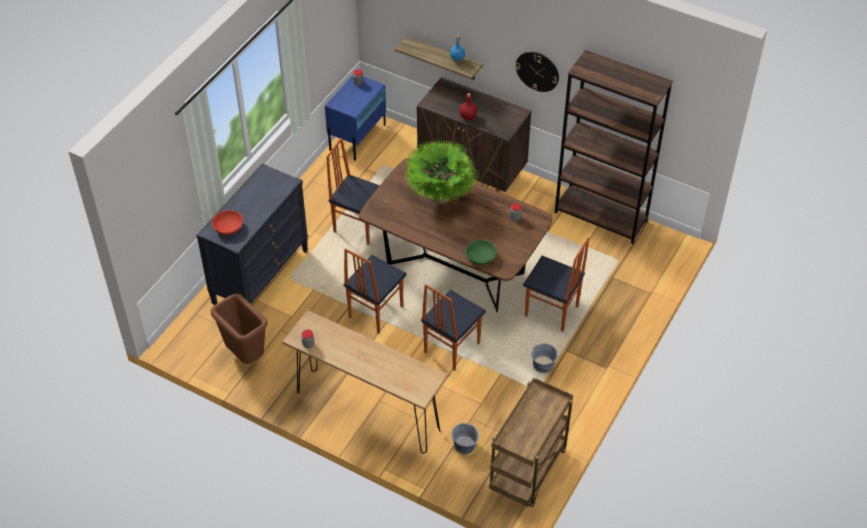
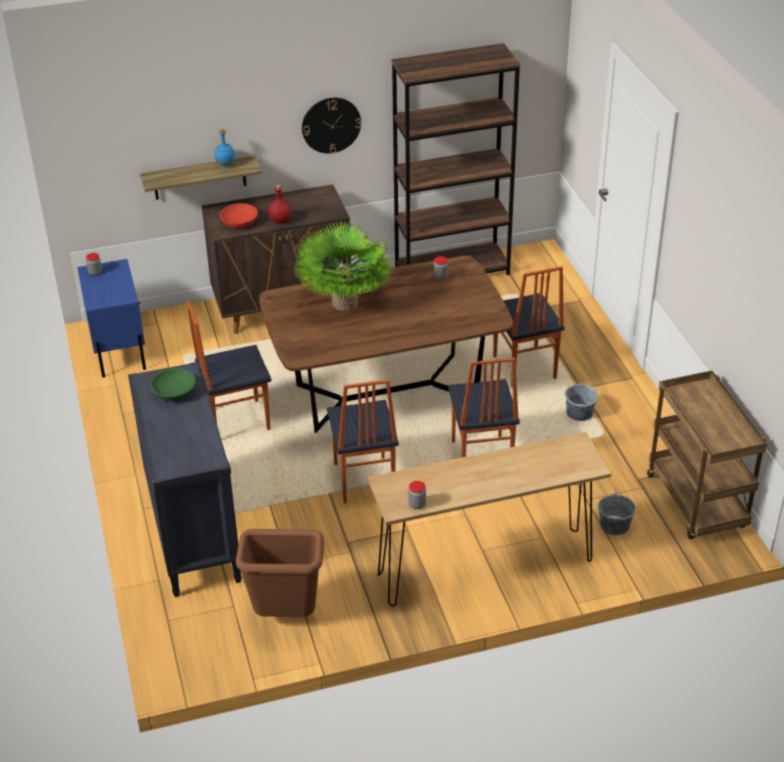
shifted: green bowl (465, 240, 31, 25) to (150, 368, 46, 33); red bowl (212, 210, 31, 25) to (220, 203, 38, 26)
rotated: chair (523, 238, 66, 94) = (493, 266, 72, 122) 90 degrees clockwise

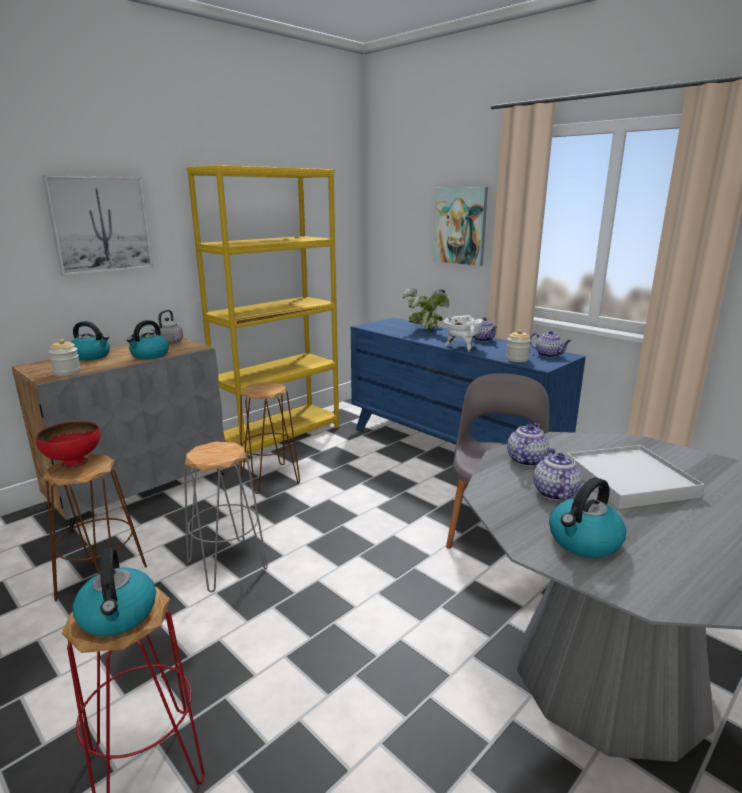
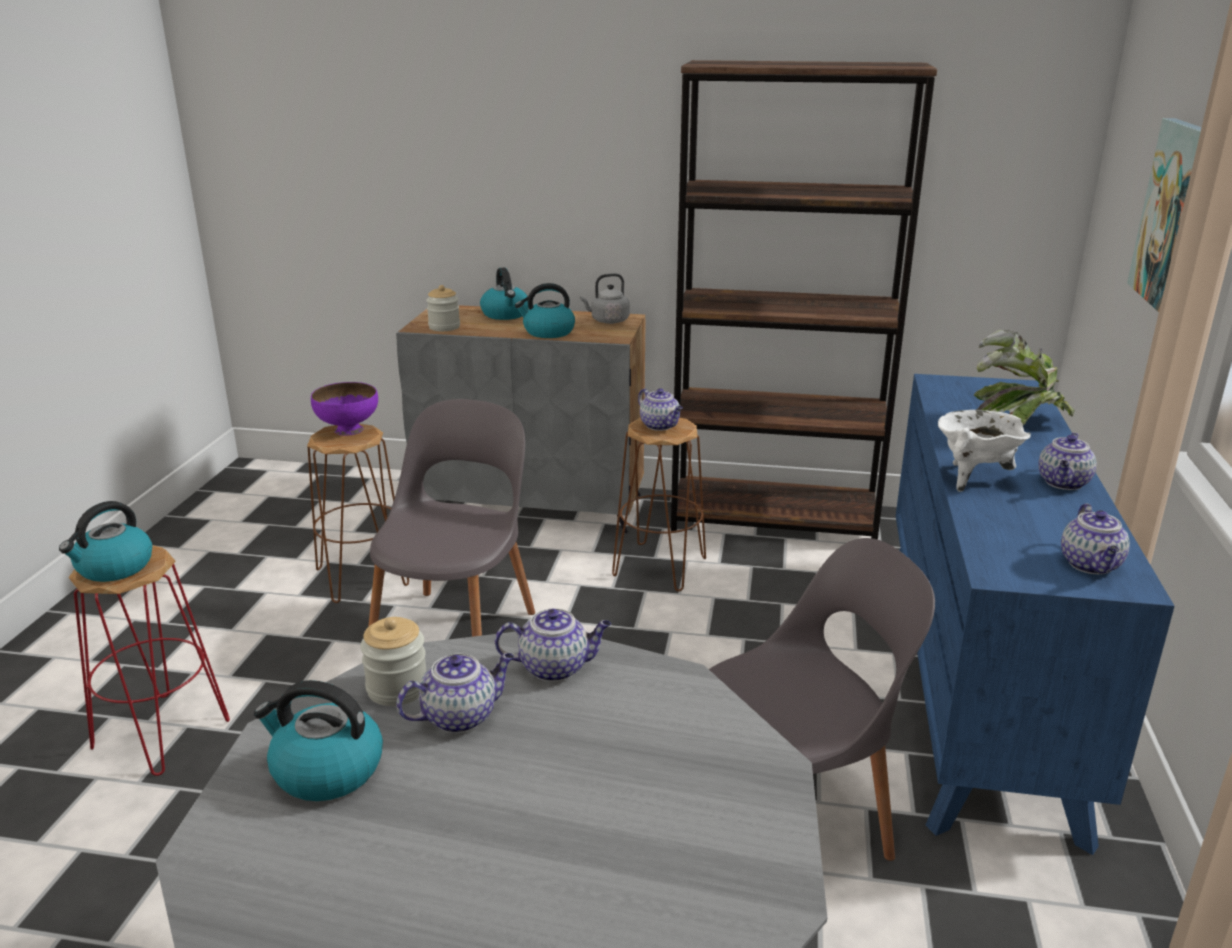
gone: picture (42, 175, 111, 101); white tray (566, 445, 139, 64)
new: teapot (638, 388, 45, 43)
shifted: jar (506, 330, 25, 32) to (360, 617, 66, 89)
swapped: grey stool (184, 441, 84, 151) to grey chair (368, 399, 167, 238)
repainted: red bowl (36, 421, 64, 47) to purple bowl (311, 382, 67, 54); yellow bookcase (186, 165, 153, 297) to brown bookcase (671, 60, 266, 480)

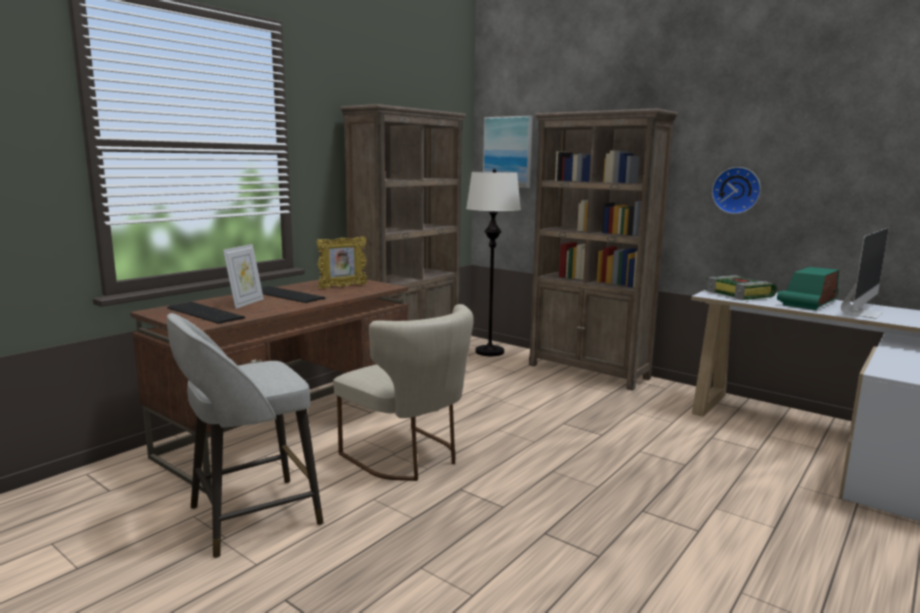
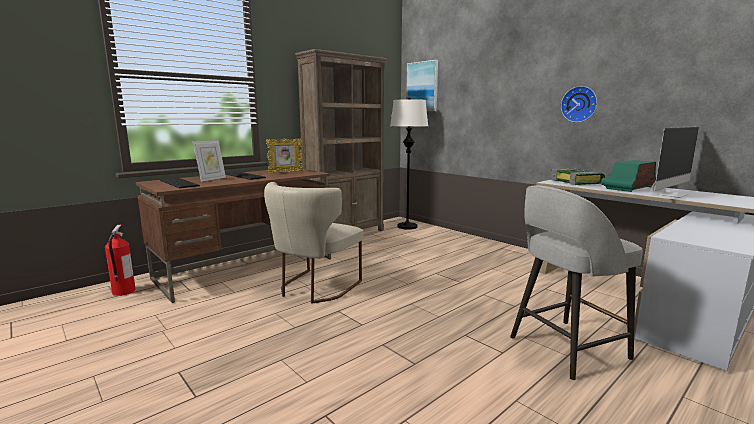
gone: brown bookcase (529, 108, 149, 283)
new: fire extinguisher (105, 225, 31, 71)
shifted: grey stool (167, 313, 156, 245) to (510, 185, 133, 195)
rotated: beige chair (333, 304, 141, 177) = (264, 182, 99, 122) 60 degrees clockwise

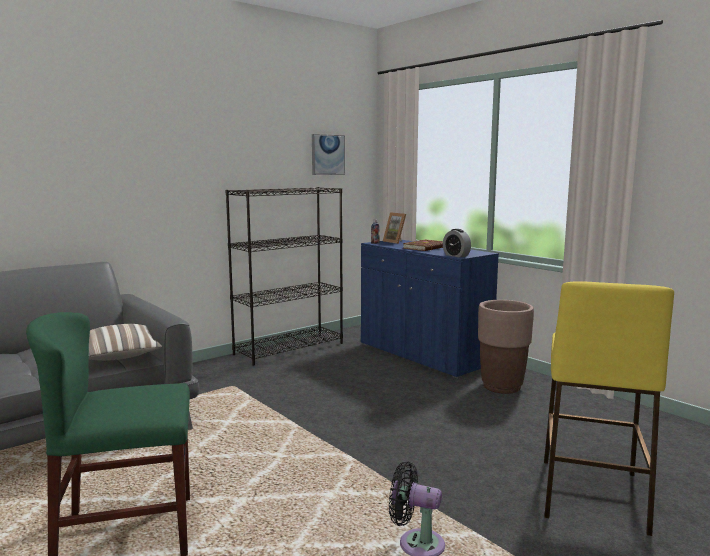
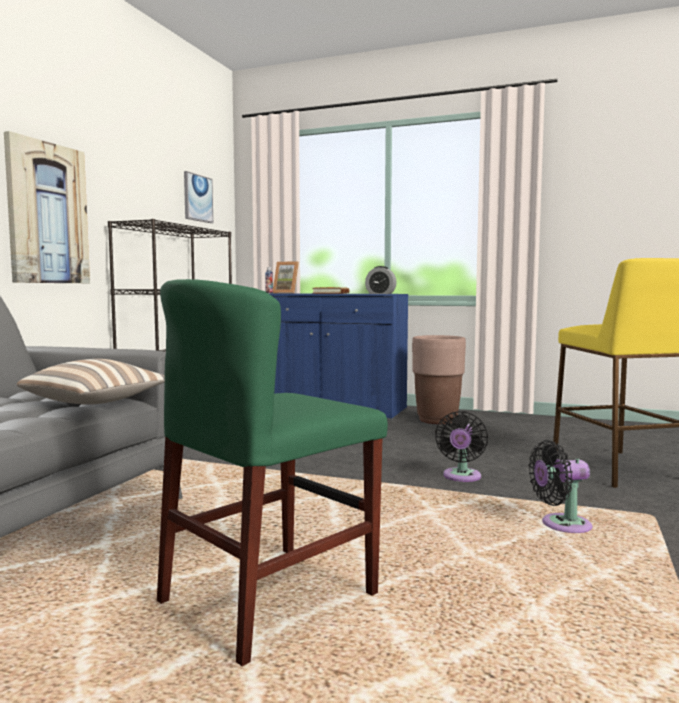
new: picture (4, 131, 86, 152); black fan (435, 411, 53, 71)

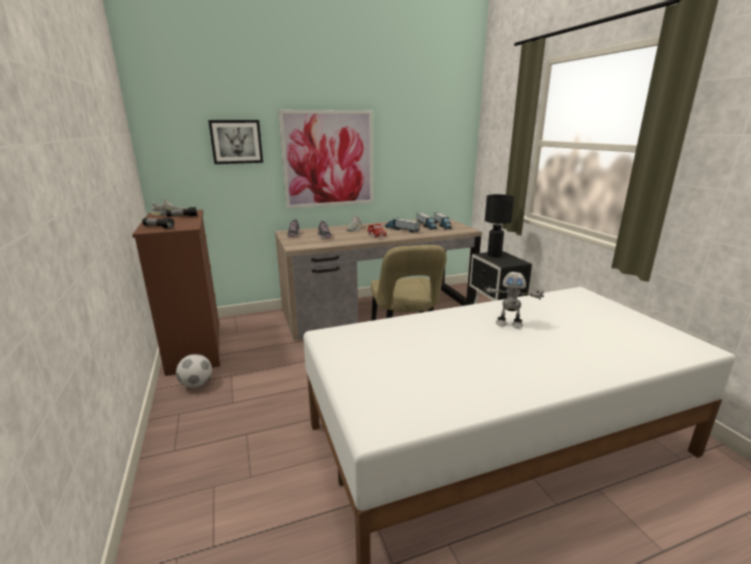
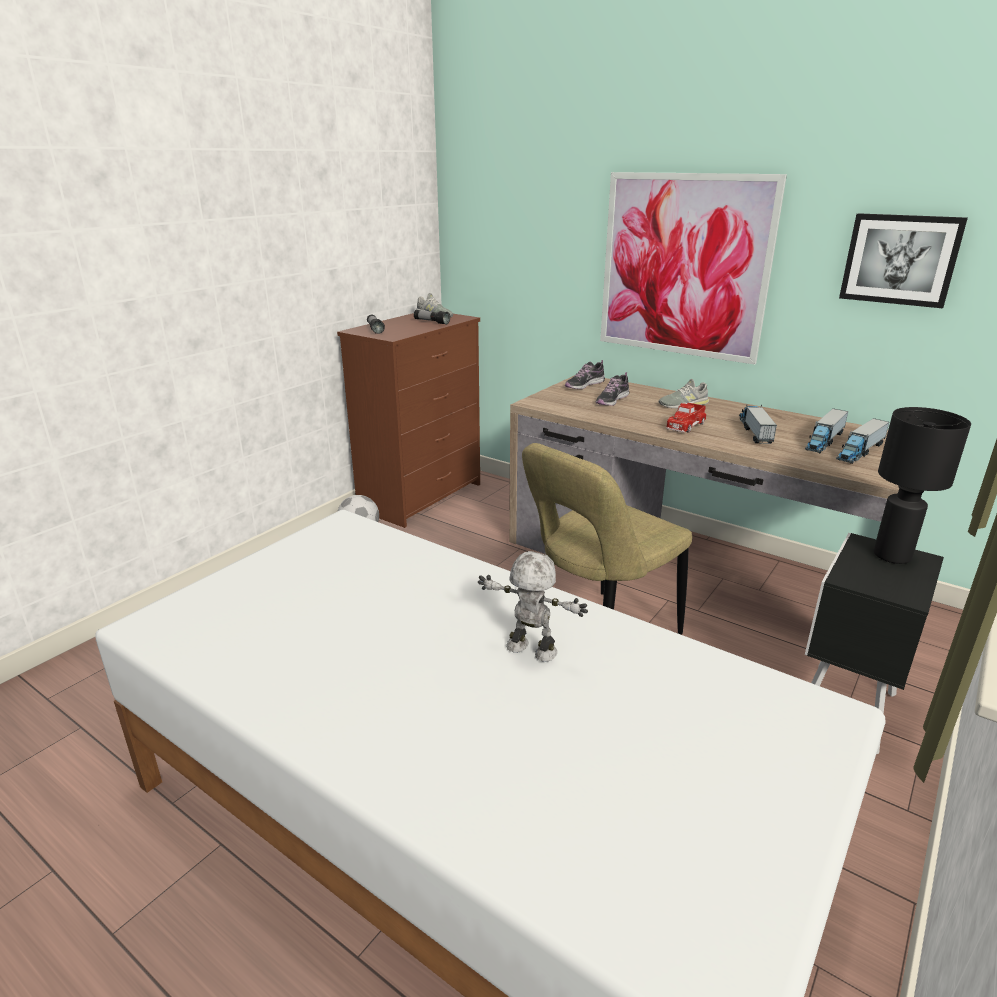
shifted: picture (208, 120, 55, 44) to (839, 213, 129, 95)
rotated: toy robot (483, 272, 61, 56) = (478, 551, 110, 111) 135 degrees clockwise

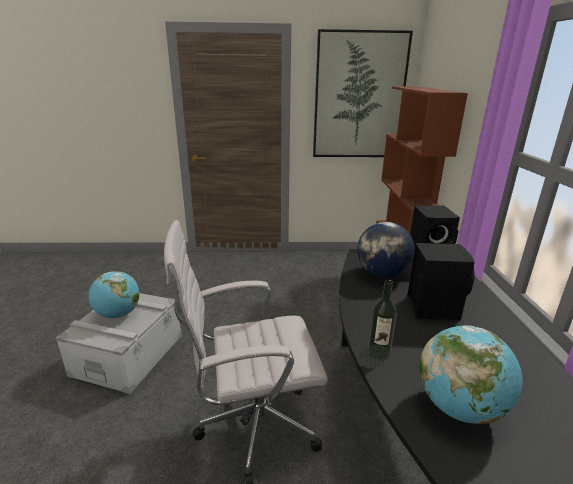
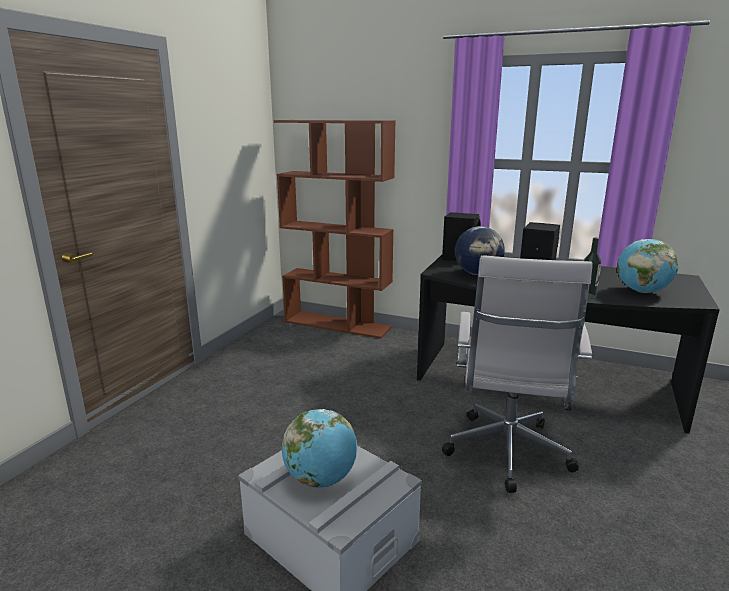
gone: picture (313, 29, 100, 128)

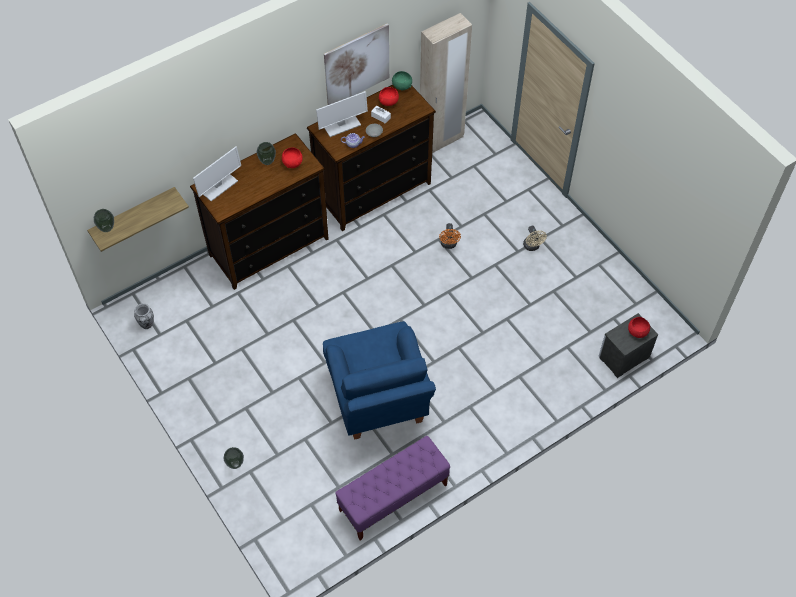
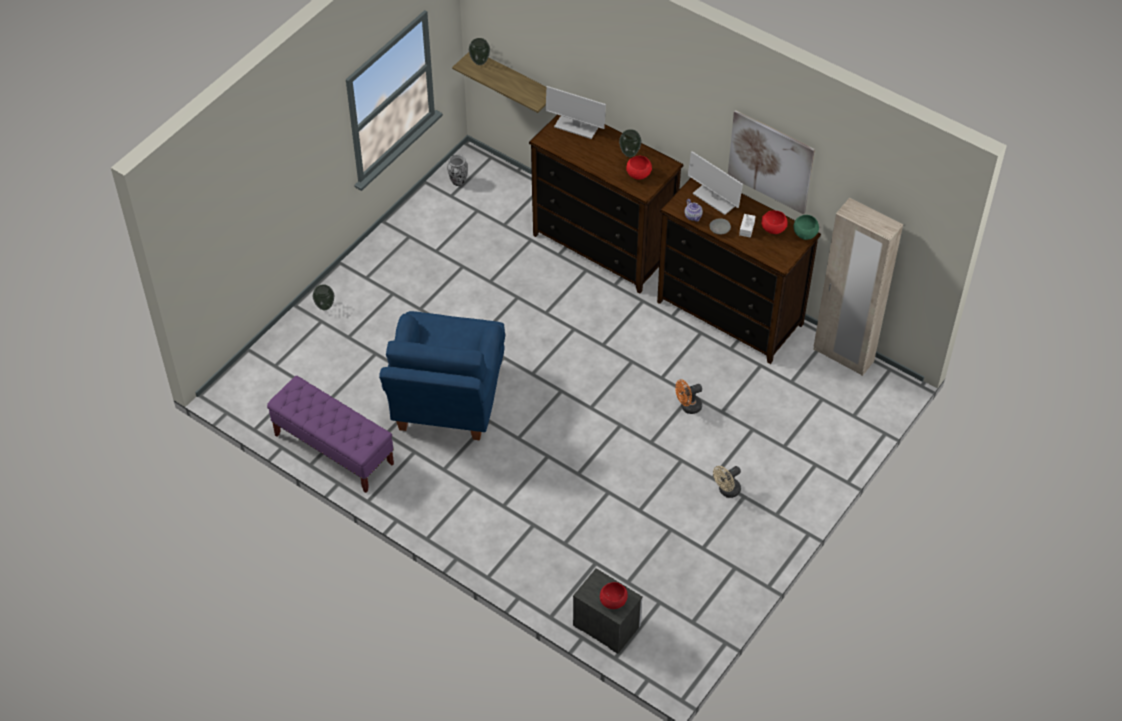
rotated: blue armchair (323, 321, 113, 119) = (379, 311, 126, 129) 45 degrees counterclockwise

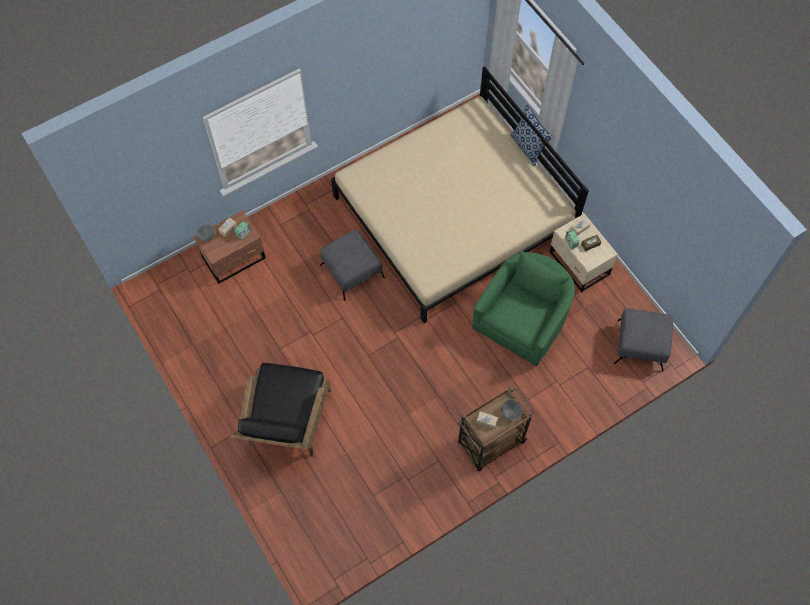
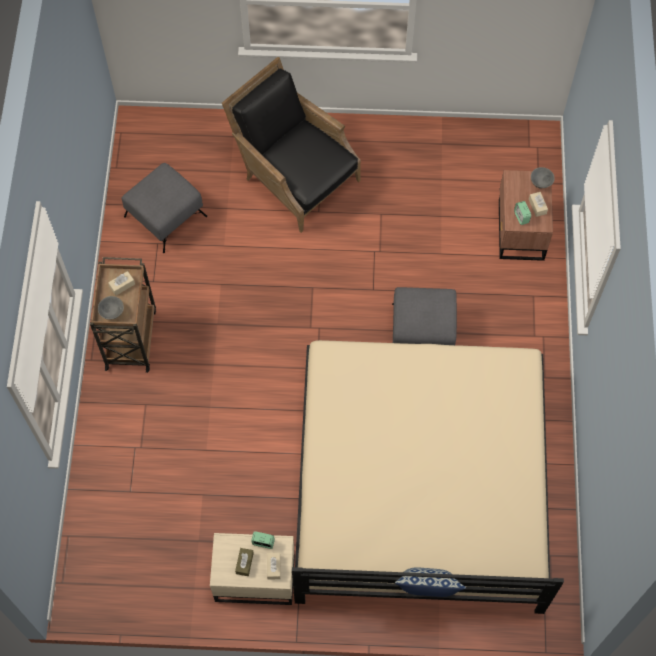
gone: green armchair (472, 251, 103, 115)
shifted: grey ottoman (614, 308, 59, 63) to (122, 163, 85, 90)

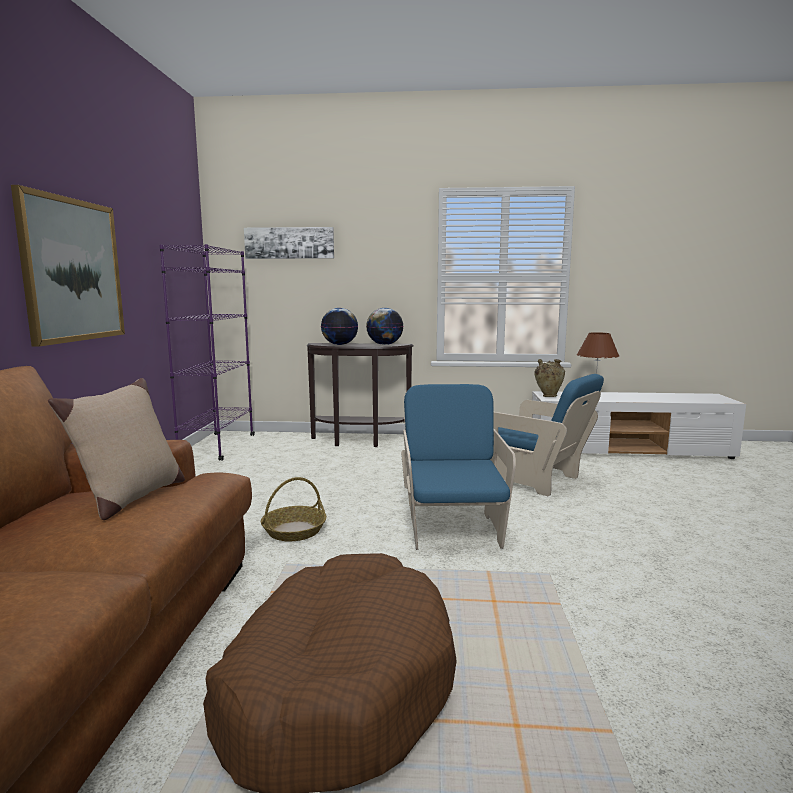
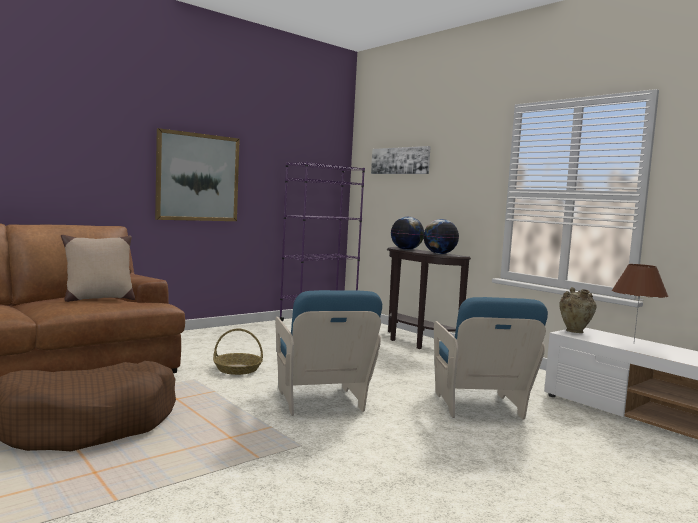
rotated: blue armchair (401, 384, 115, 166) = (275, 290, 107, 126) 120 degrees clockwise

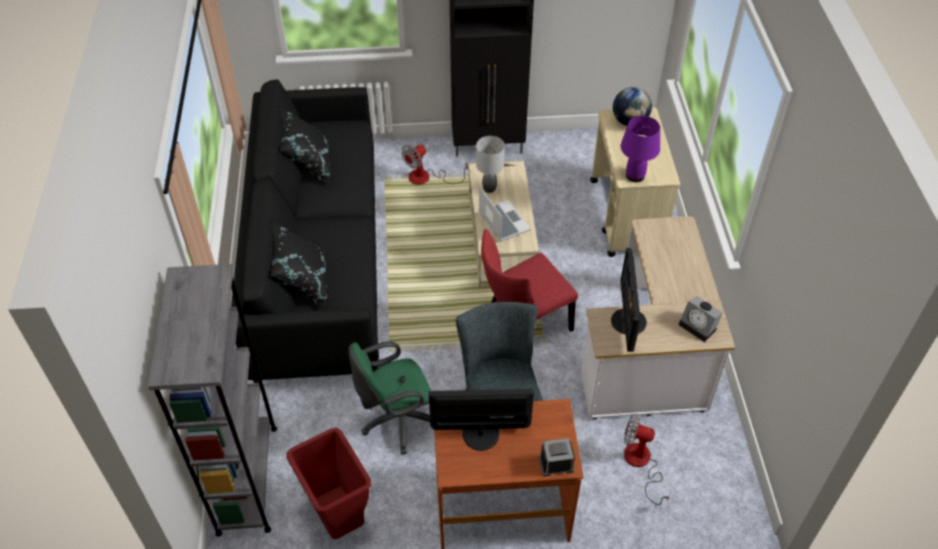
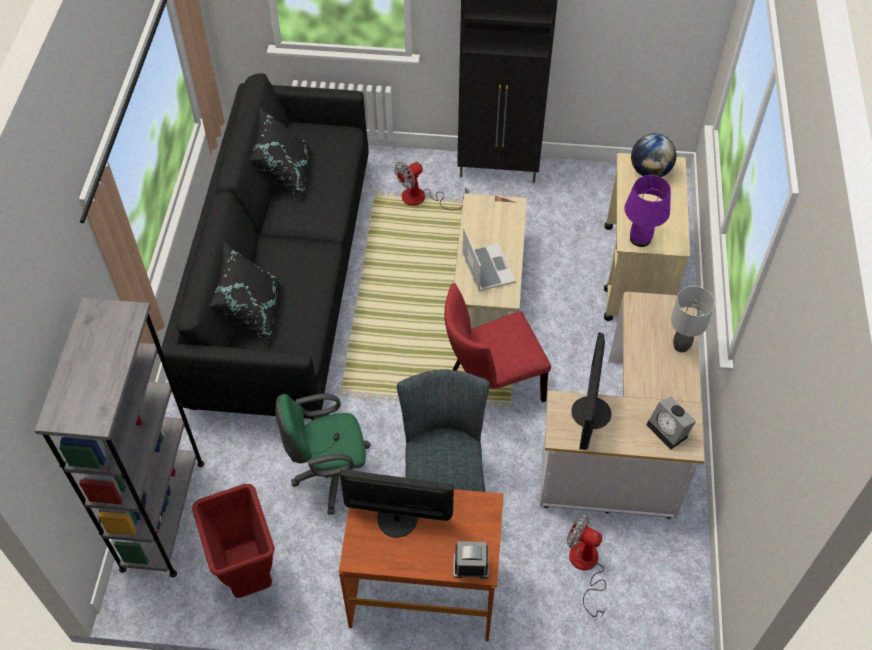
shifted: grey table lamp (476, 136, 29, 57) to (671, 286, 44, 66)

